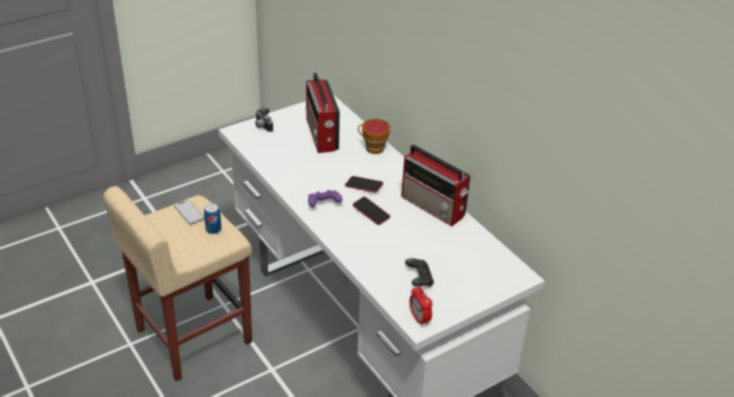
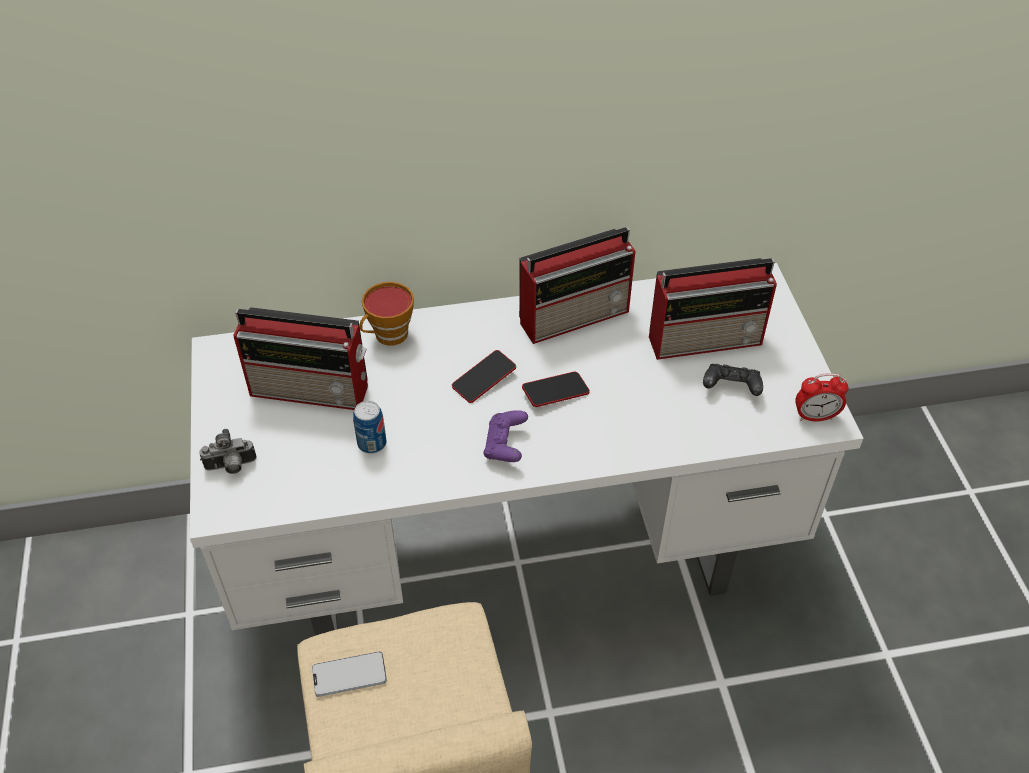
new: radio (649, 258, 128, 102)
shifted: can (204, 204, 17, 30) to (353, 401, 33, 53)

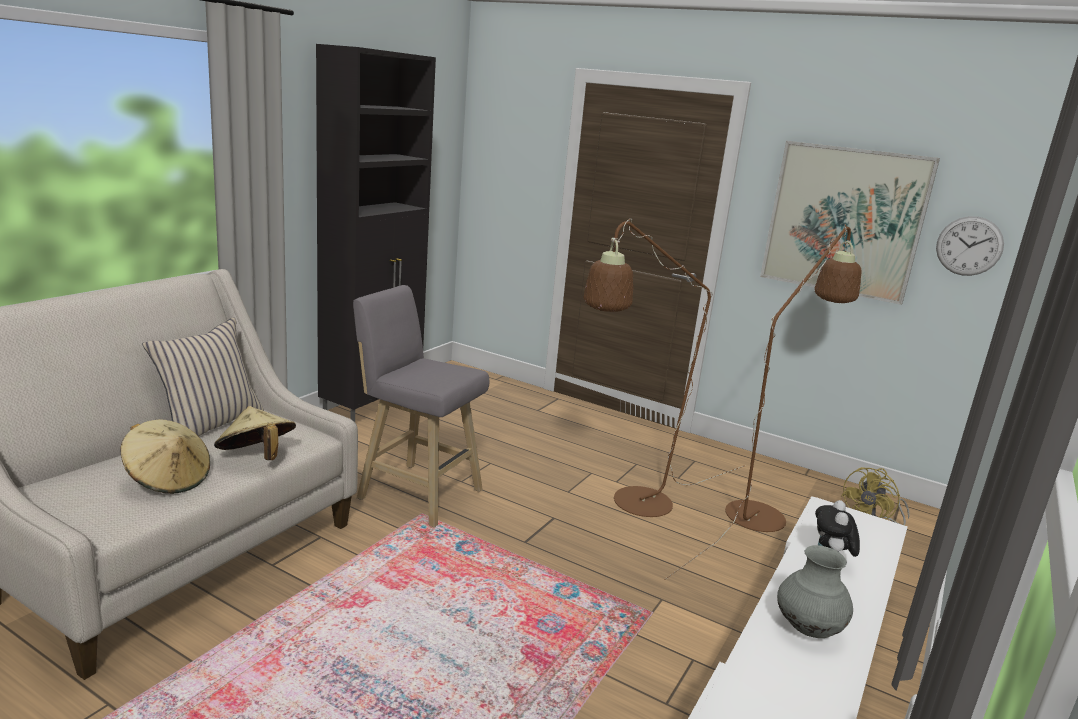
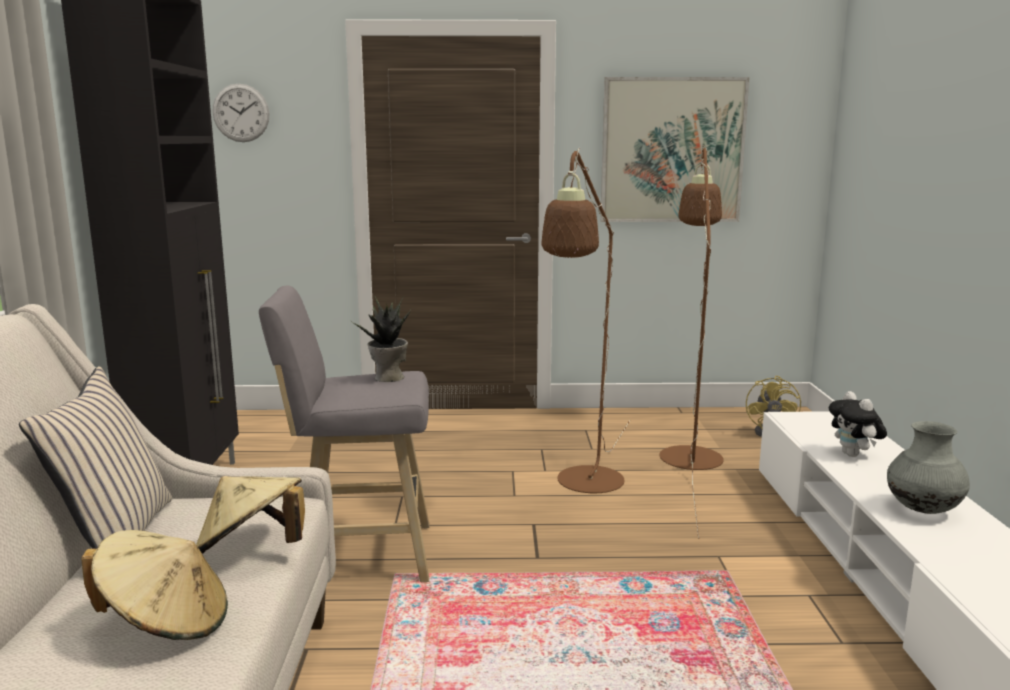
new: potted plant (351, 296, 60, 86)
shifted: wall clock (936, 216, 68, 60) to (213, 84, 57, 58)

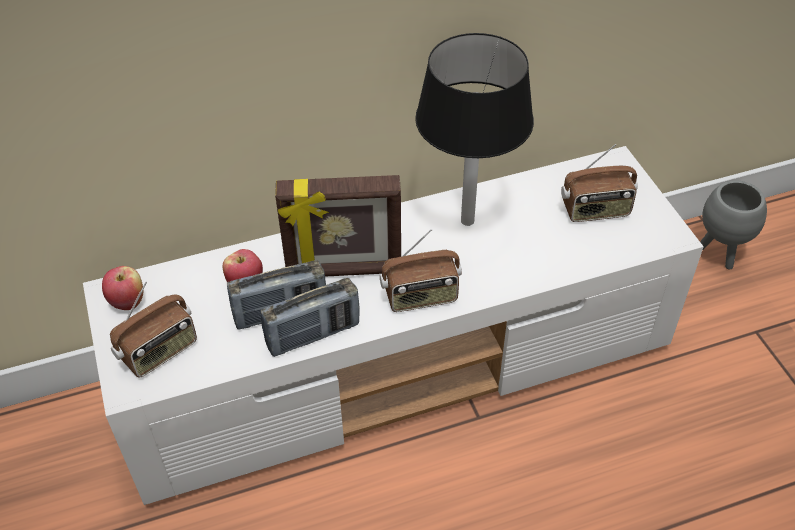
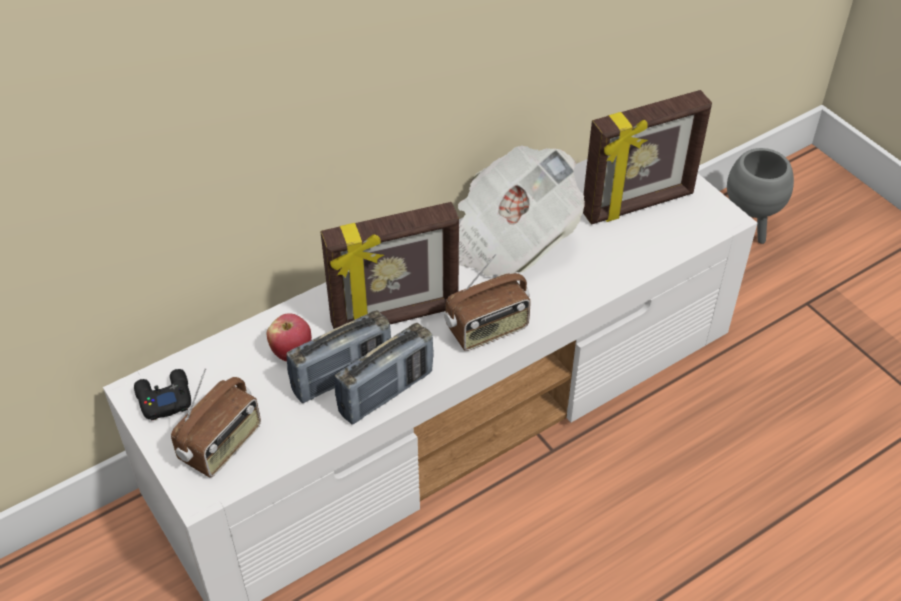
swapped: apple (102, 266, 41, 44) to black game controller (134, 369, 57, 52); black table lamp (415, 33, 119, 193) to newspaper (458, 145, 127, 132); radio (561, 144, 77, 78) to picture frame (583, 90, 129, 135)

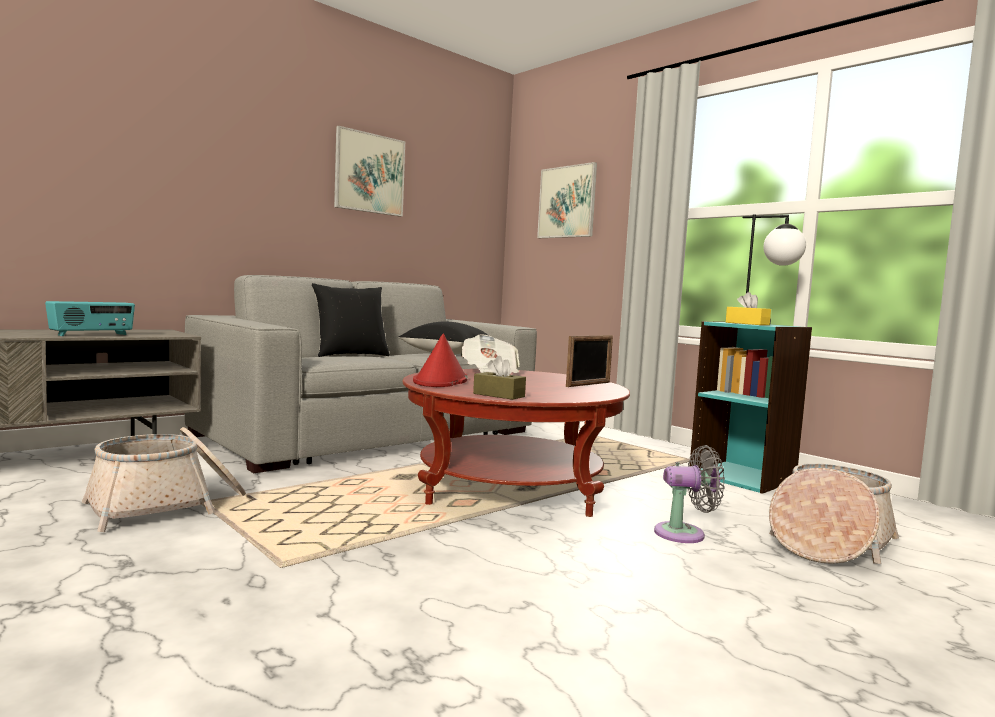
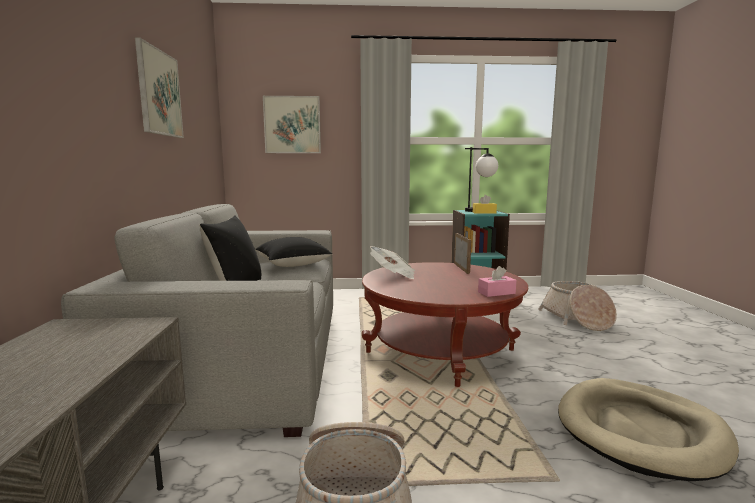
gone: radio (45, 301, 90, 35); red hat (413, 334, 55, 53); grey fan (654, 445, 71, 98)
new: beige dog bed (558, 378, 181, 103)
repainted: brown tissue box (473, 356, 53, 44) to pink tissue box (478, 266, 38, 31)

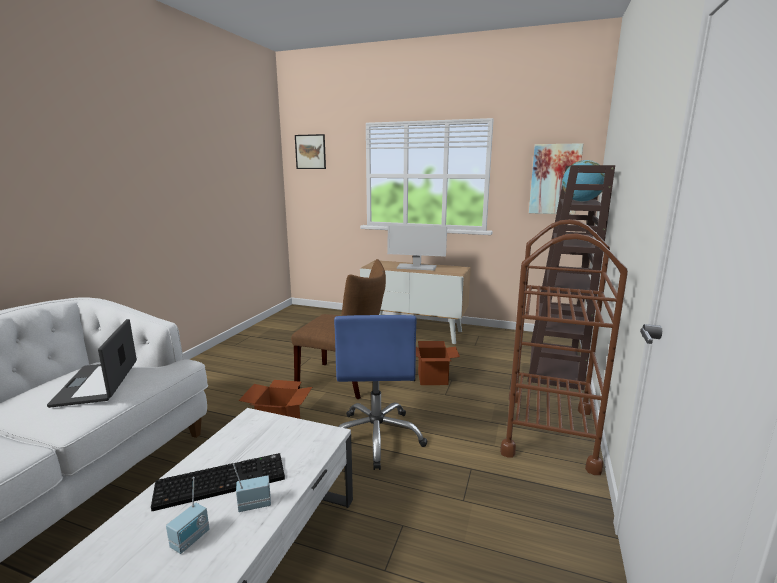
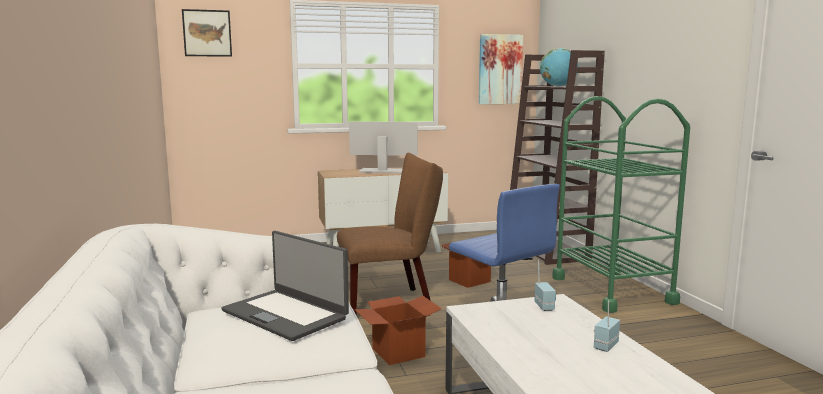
gone: keyboard (151, 453, 134, 58)
shifted: radio (166, 477, 43, 77) to (534, 260, 22, 51)
repainted: brown cart (500, 219, 128, 256) to green cart (552, 96, 138, 217)
rotated: monitor (387, 225, 60, 45) = (349, 121, 69, 53) 150 degrees counterclockwise

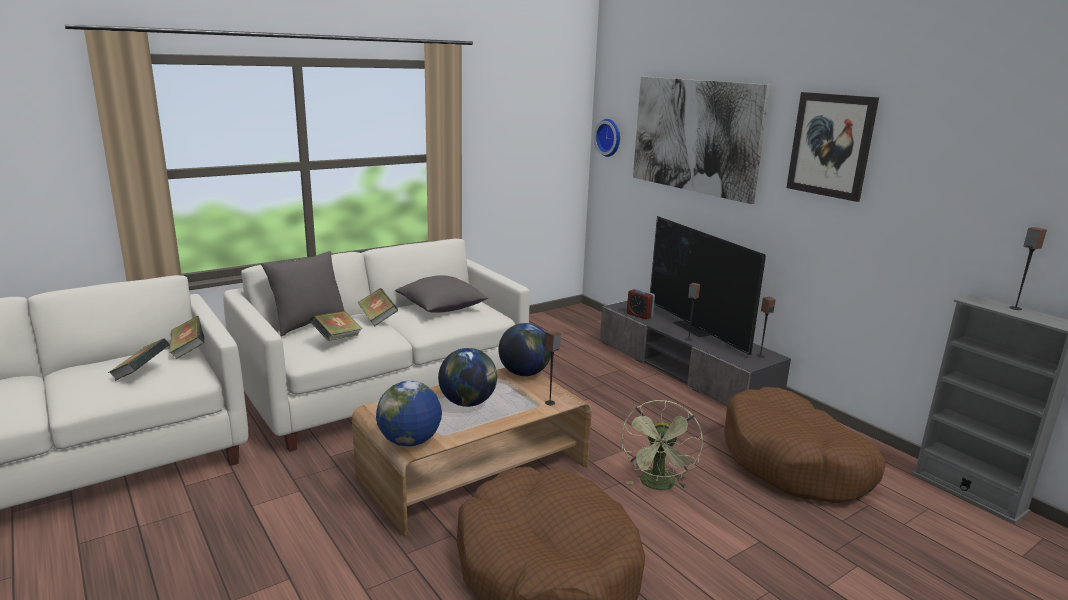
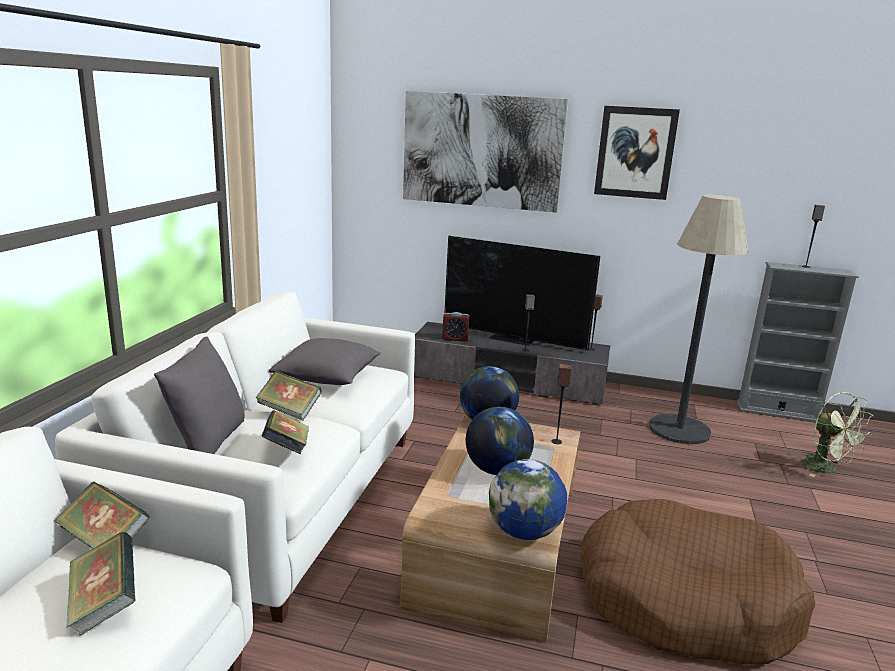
gone: wall clock (594, 119, 26, 38)
shifted: green fan (622, 400, 81, 90) to (801, 392, 73, 85)
swapped: brown dog bed (724, 387, 161, 116) to floor lamp (649, 195, 99, 249)

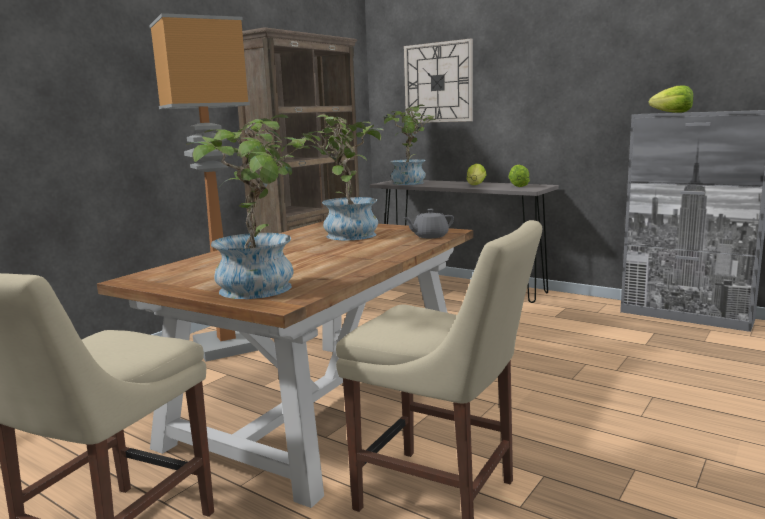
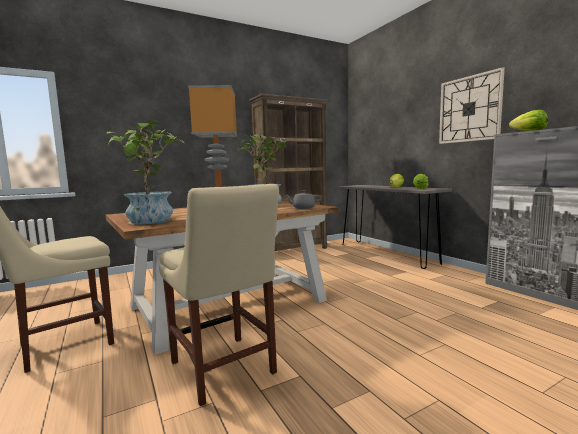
gone: potted plant (383, 104, 53, 81)
shifted: wall clock (404, 39, 69, 84) to (439, 67, 66, 77)

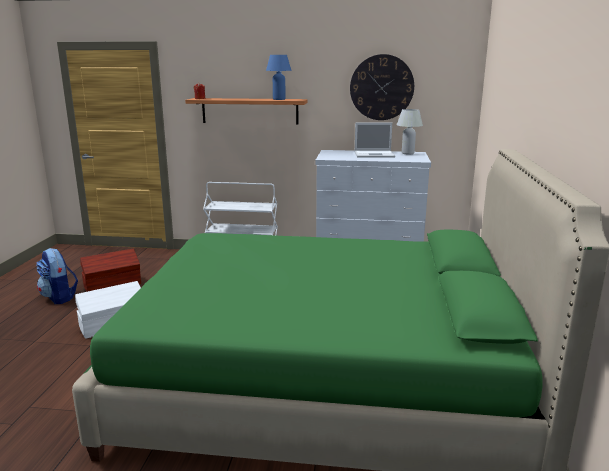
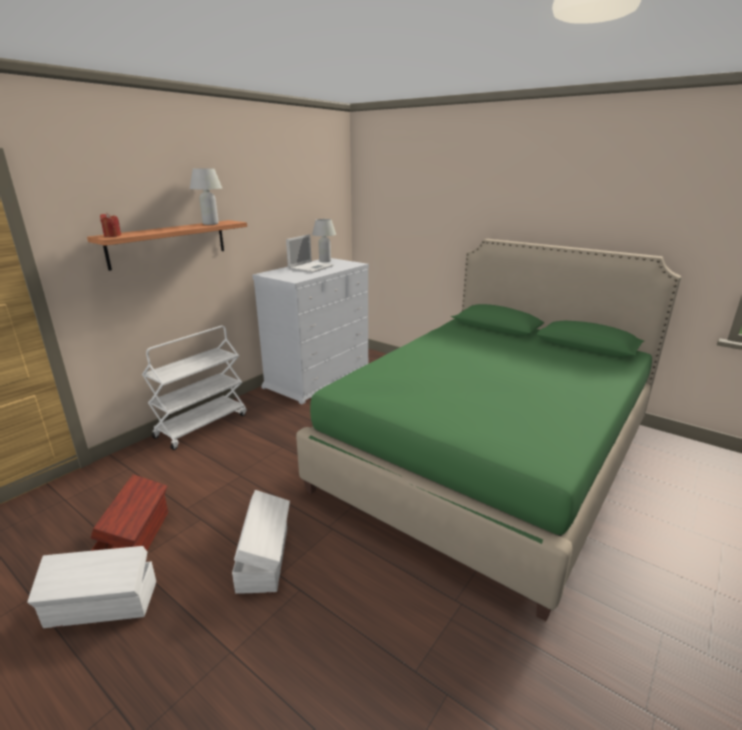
gone: wall clock (350, 54, 64, 66)
swapped: backpack (36, 248, 42, 56) to white storage box (27, 546, 129, 82)
repainted: blue table lamp (266, 55, 26, 45) to white table lamp (190, 168, 32, 57)

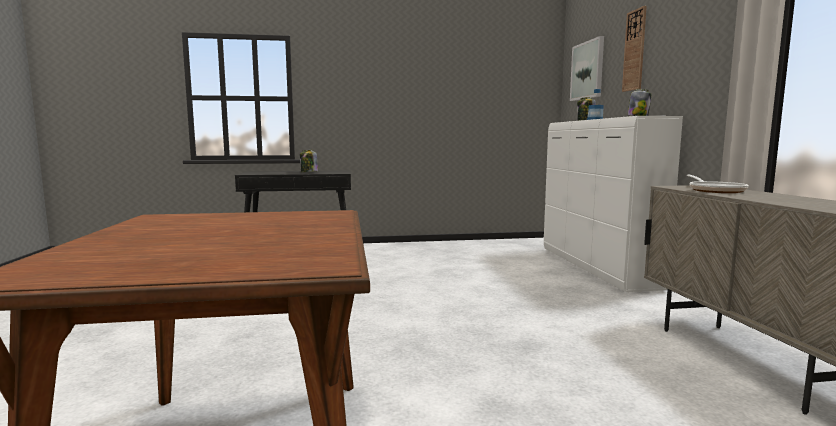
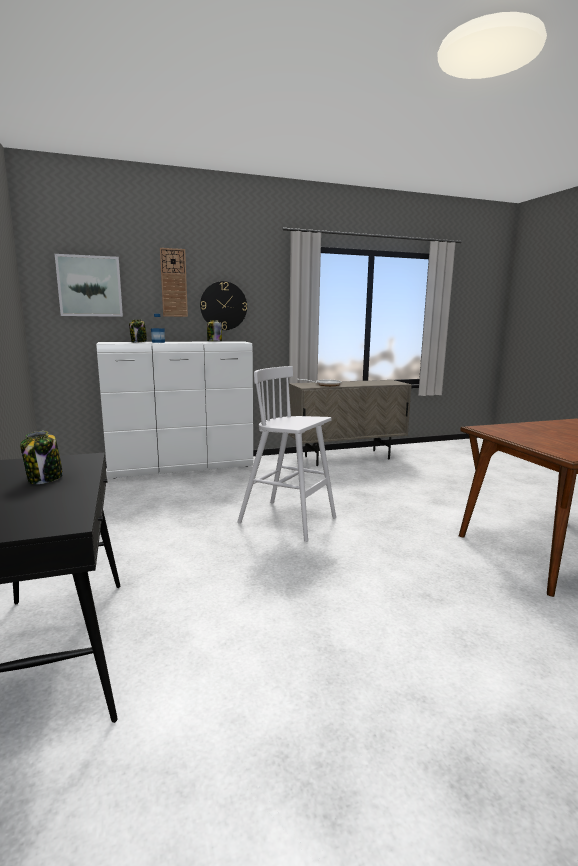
new: wall clock (200, 281, 47, 49); white stool (237, 366, 99, 176)

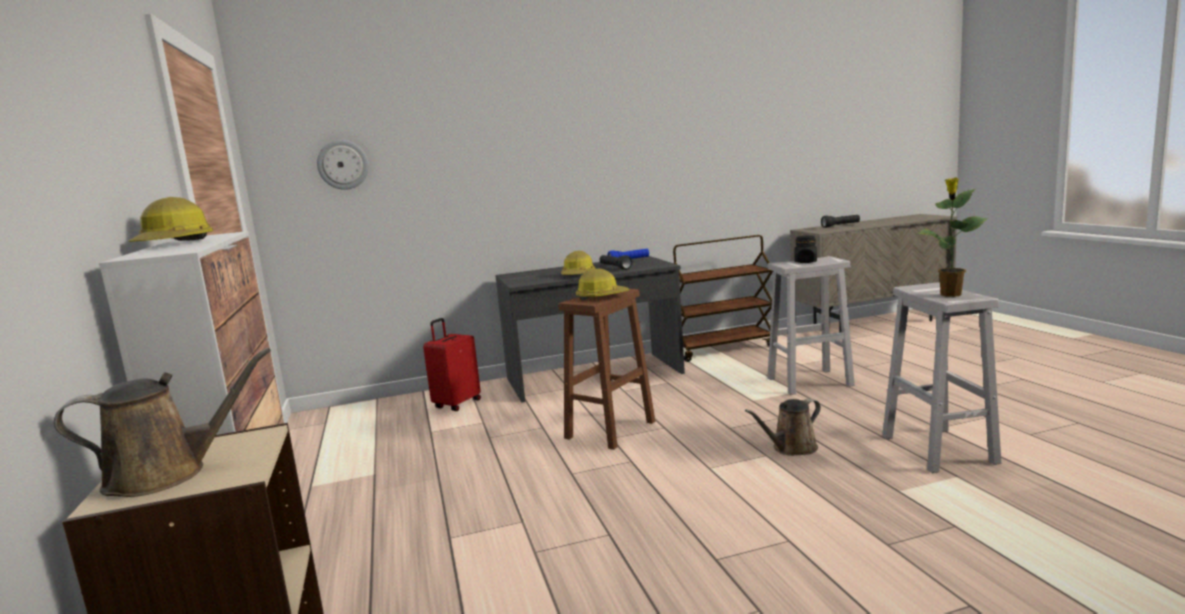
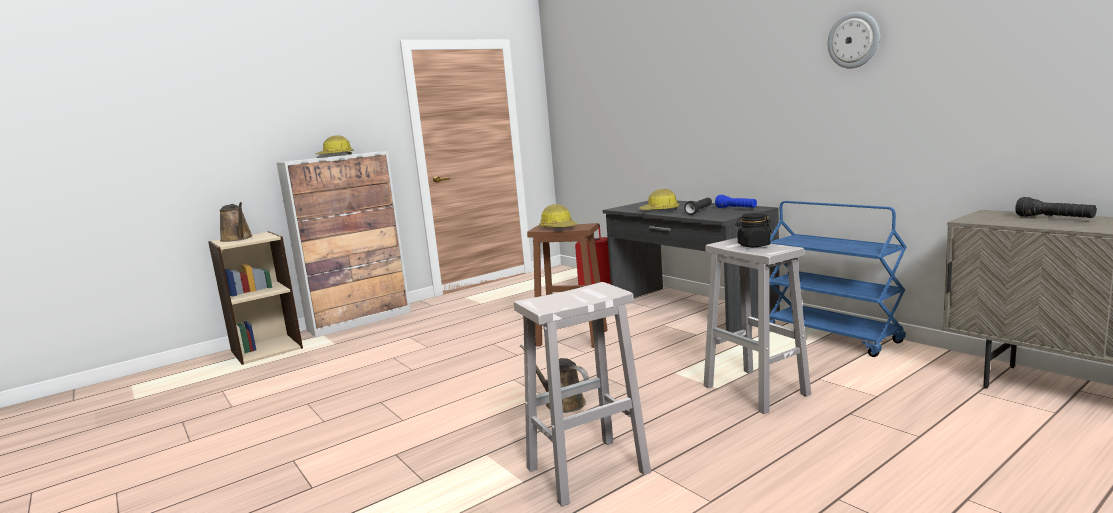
gone: potted plant (916, 178, 72, 119)
shifted: wall clock (317, 140, 52, 50) to (828, 12, 52, 56)
repainted: brown cart (673, 235, 100, 127) to blue cart (770, 201, 137, 156)

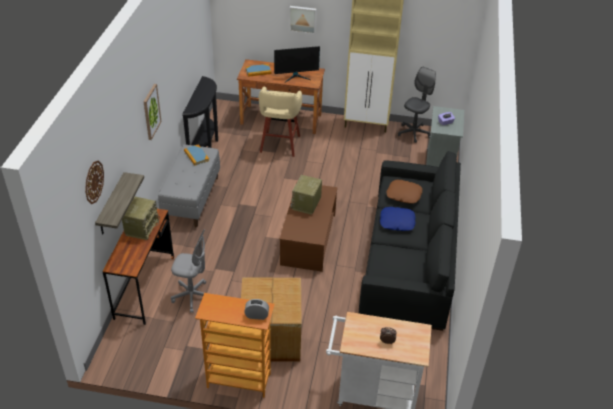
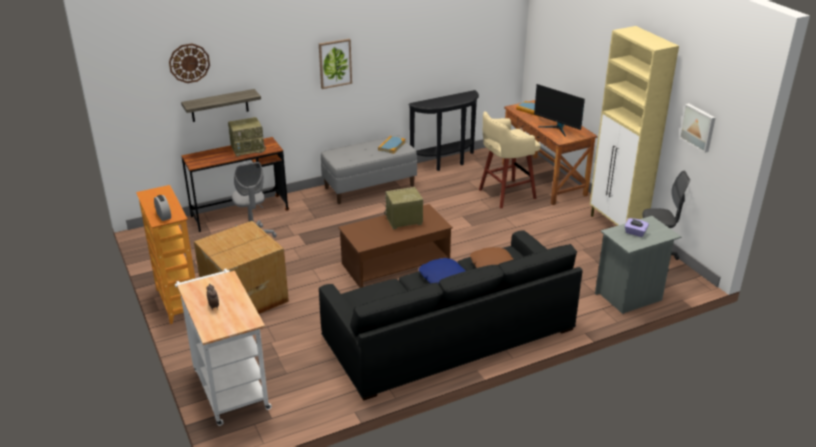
shifted: picture (289, 6, 28, 28) to (679, 103, 36, 50)

